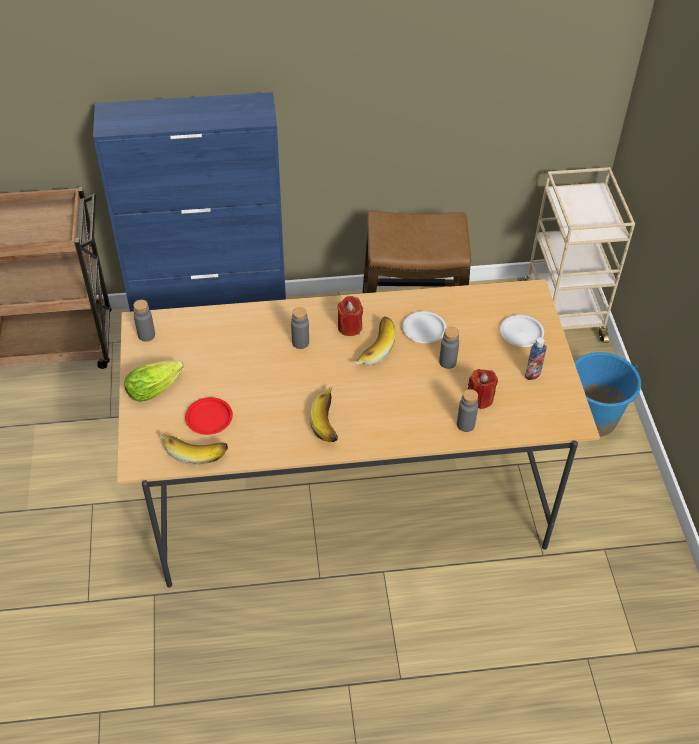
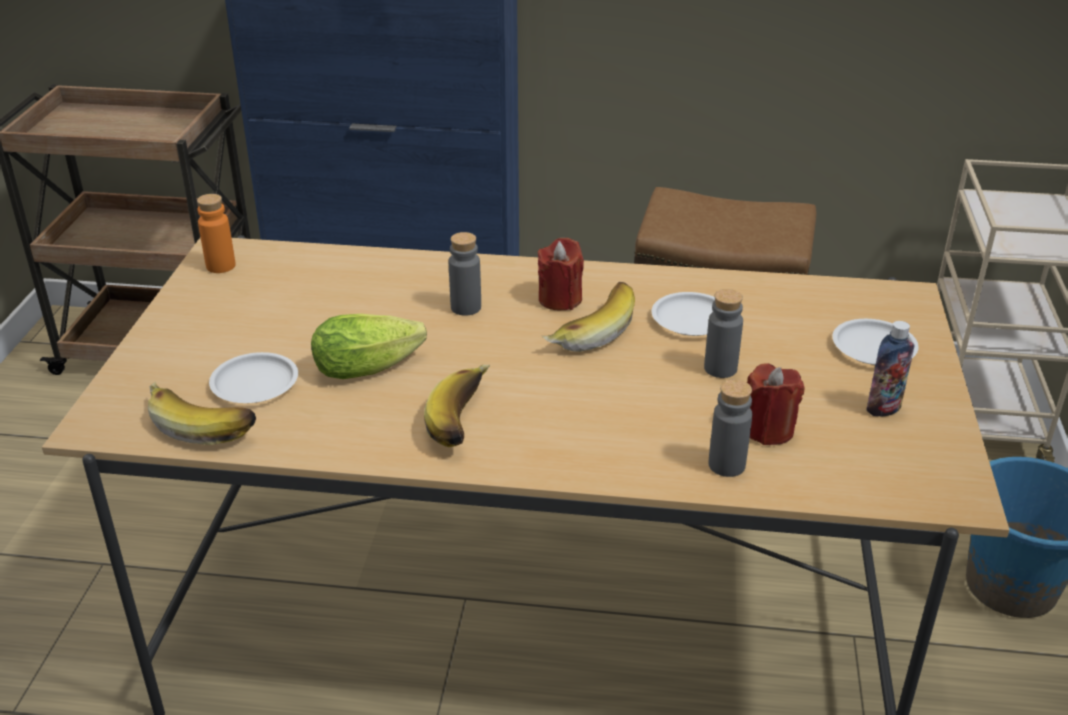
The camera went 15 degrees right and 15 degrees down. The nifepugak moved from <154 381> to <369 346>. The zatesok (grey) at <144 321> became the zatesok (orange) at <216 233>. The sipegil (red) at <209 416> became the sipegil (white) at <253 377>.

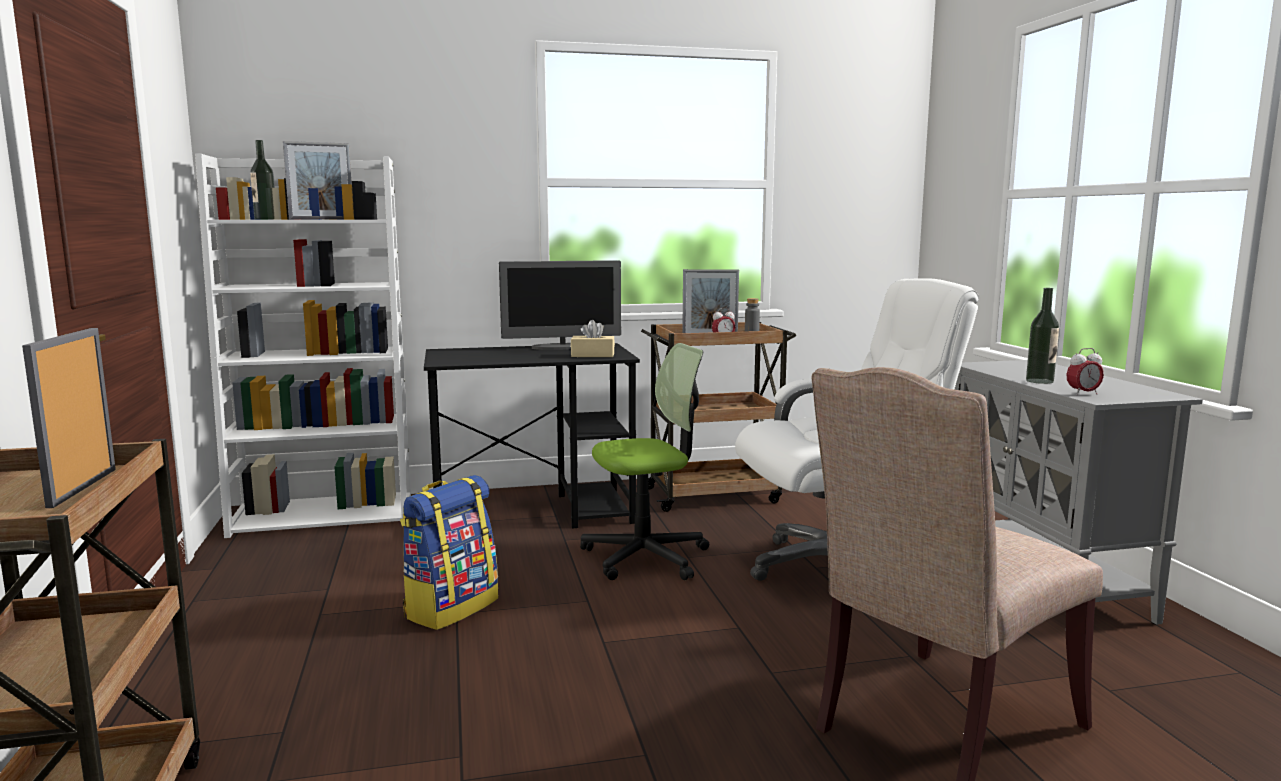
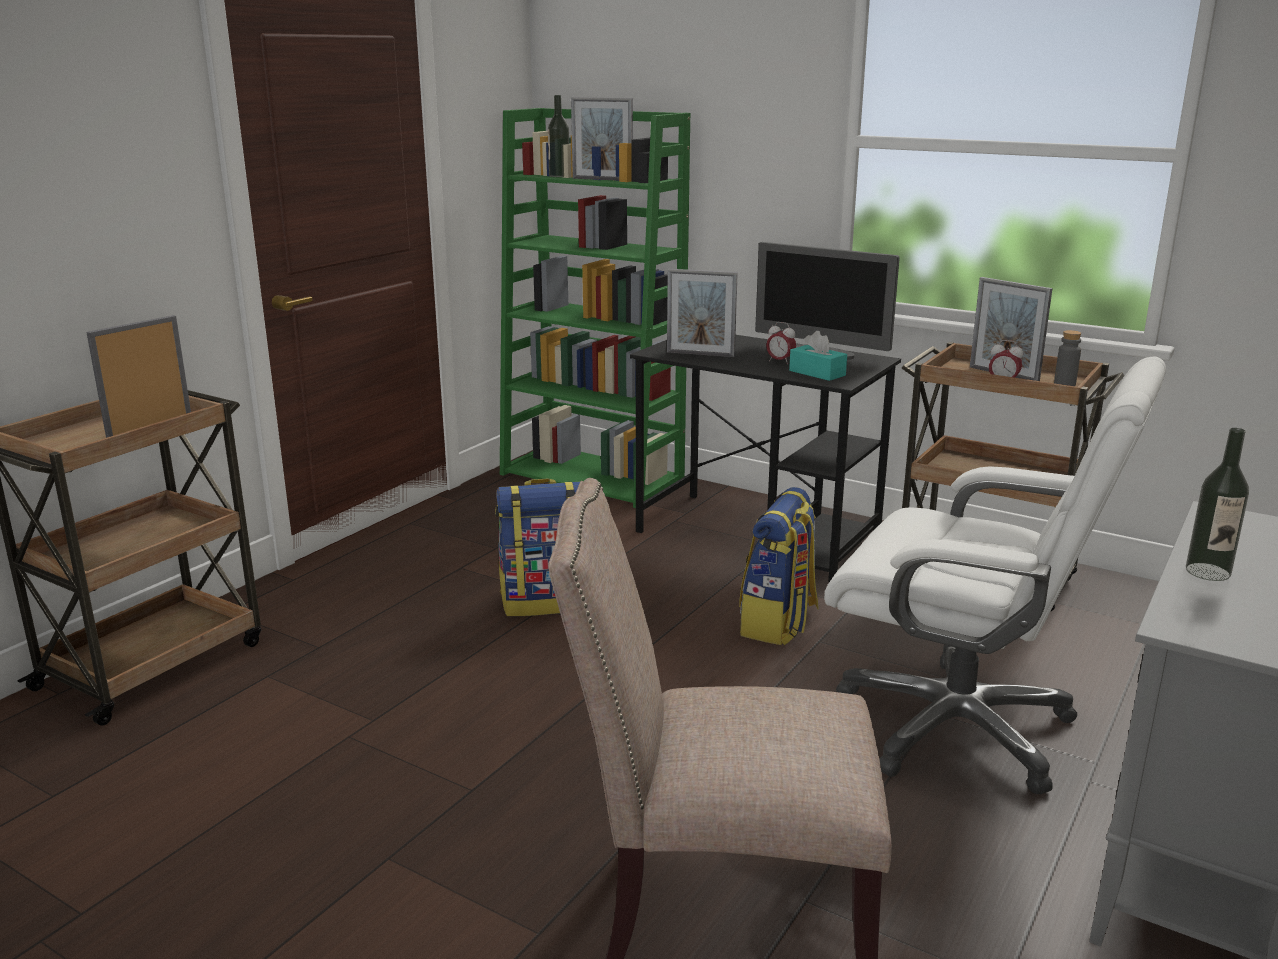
The camera went 45 degrees right and 10 degrees up. The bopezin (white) at <303 346> became the bopezin (green) at <595 308>. The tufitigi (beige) at <593 338> became the tufitigi (turquoise) at <818 356>. The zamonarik at <644 461> was replaced by the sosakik at <779 566>. The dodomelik moved from <1085 371> to <781 343>. The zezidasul at <702 313> appeared.

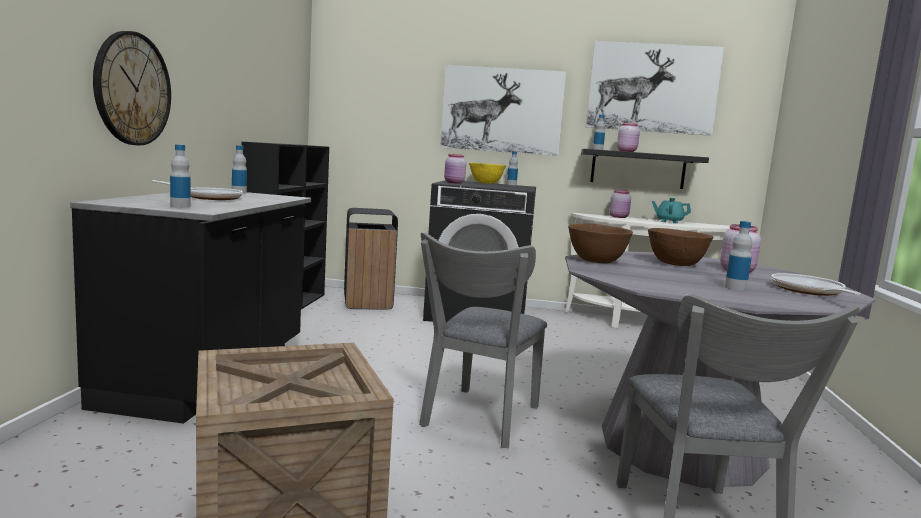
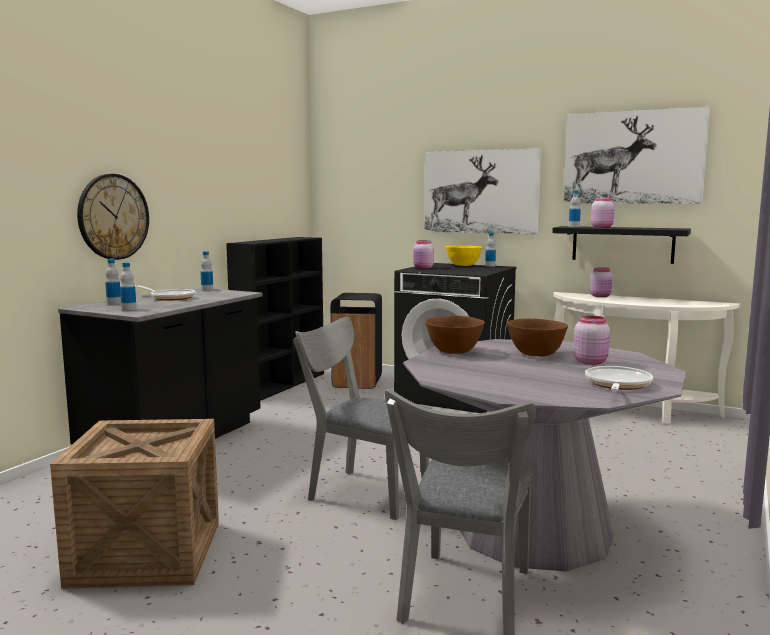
The camera went 20 degrees right and 0 degrees up. The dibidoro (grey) at <483 340> turned 75 degrees clockwise. The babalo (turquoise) at <671 211> disappeared. The zatesok moved from <739 256> to <113 281>.

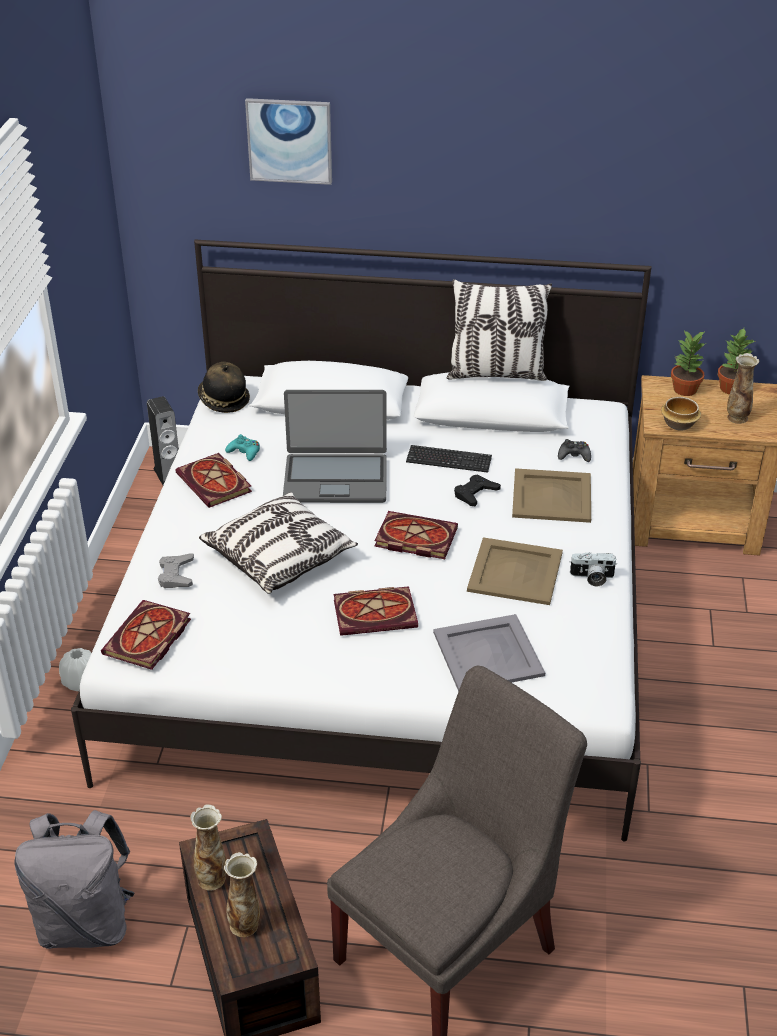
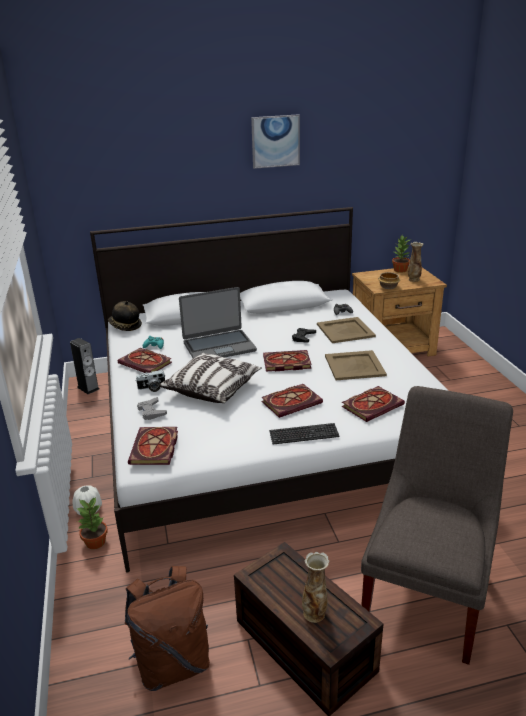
The camera went 20 degrees left and 10 degrees down. The sosakik (grey) at <74 879> became the sosakik (brown) at <167 628>. The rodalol at <208 848> disappeared. The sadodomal moved from <288 141> to <275 141>. The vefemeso moved from <449 459> to <304 434>. The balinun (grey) at <489 653> was replaced by the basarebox at <373 404>. The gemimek at <499 330> disappeared. The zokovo moved from <593 569> to <151 381>. The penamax moved from <688 363> to <91 523>.

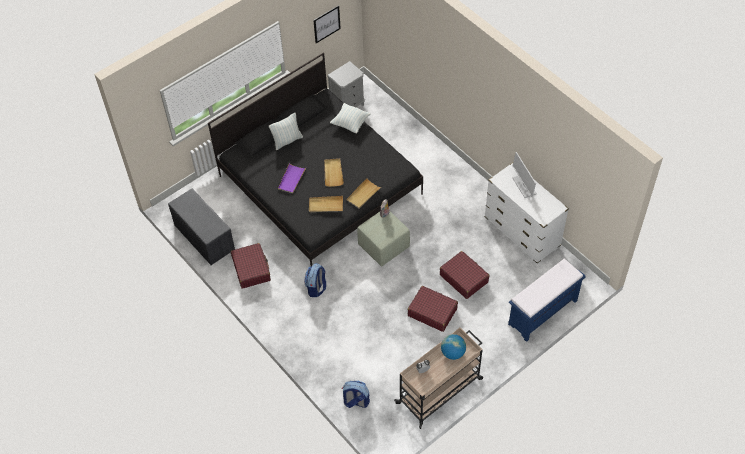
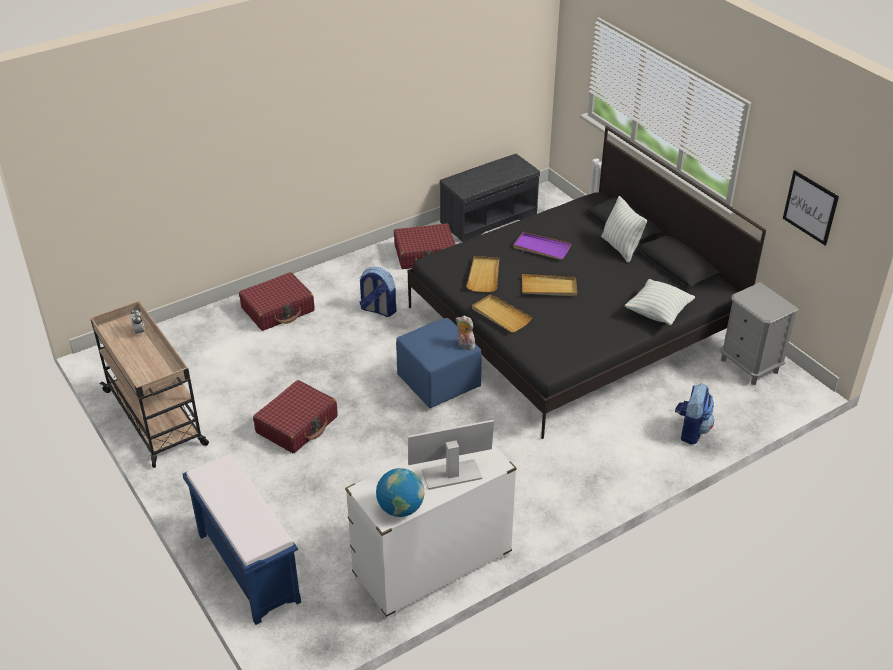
The camera went 95 degrees right and 15 degrees down. The sosakik moved from <356 394> to <694 414>. The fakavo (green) at <383 239> became the fakavo (blue) at <439 363>. The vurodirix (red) moved from <465 275> to <277 301>. The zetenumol moved from <453 347> to <400 492>.

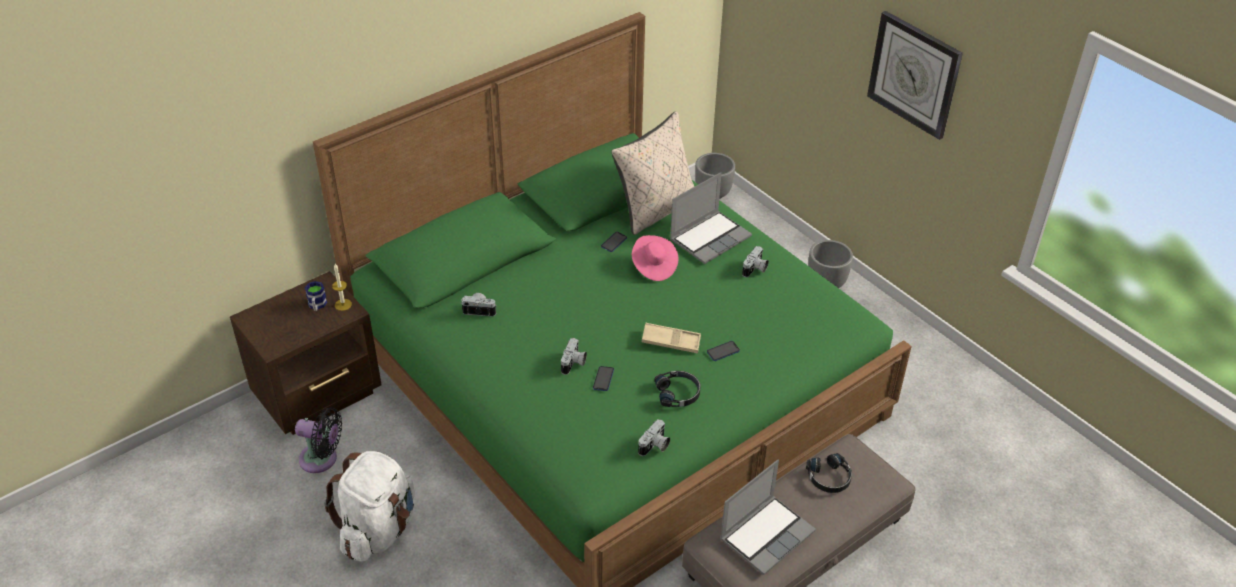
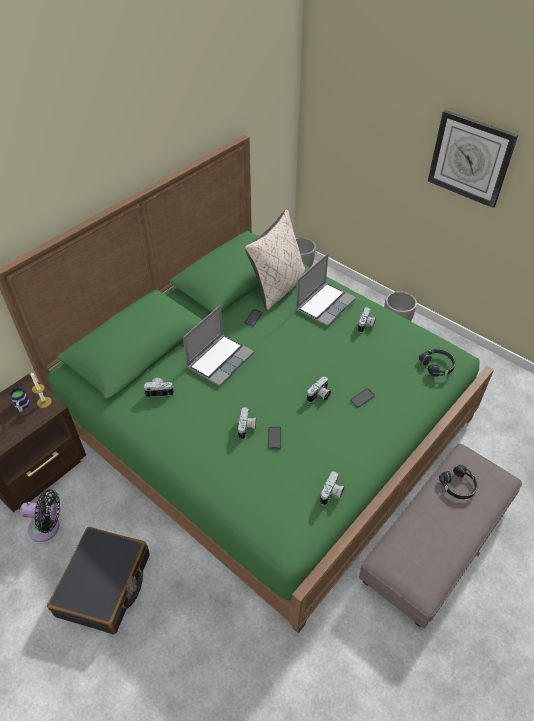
The camera went 10 degrees left and 5 degrees up. The sosakik (white) at <369 506> was replaced by the vurodirix (black) at <98 581>. The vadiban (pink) at <655 258> disappeared. The balinun (beige) at <671 338> was replaced by the zokovo at <319 389>. The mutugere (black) moved from <677 389> to <437 363>. The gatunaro moved from <768 517> to <218 346>.

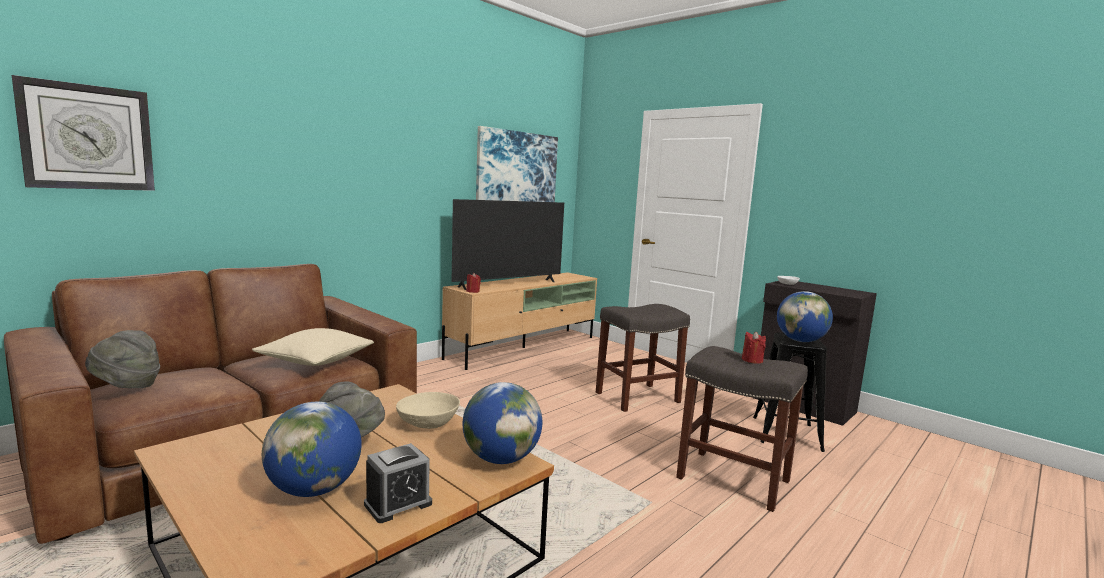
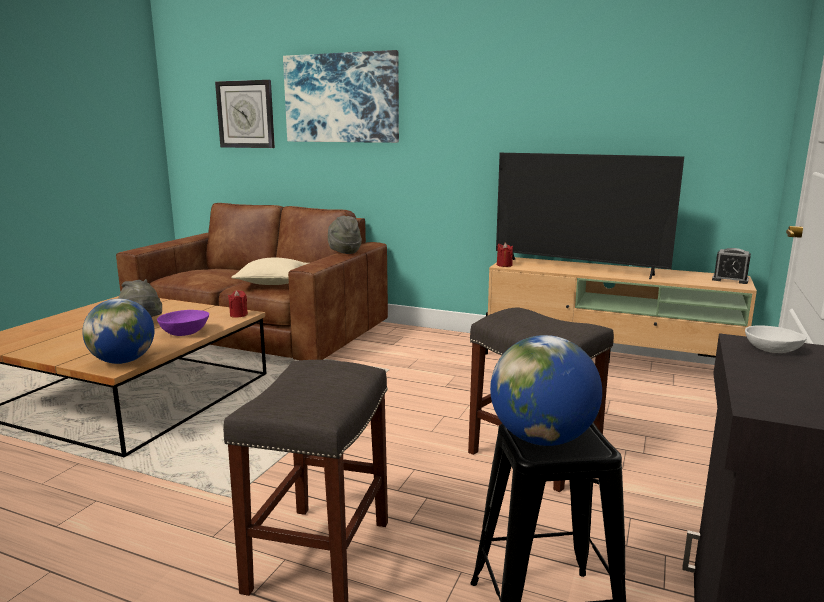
The camera went 70 degrees right and 5 degrees up. The vadiban (grey) moved from <122 359> to <345 234>. The zetenumol at <312 449> disappeared. The dodomelik moved from <398 483> to <731 266>. The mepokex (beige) at <428 410> became the mepokex (purple) at <183 323>. The sadodomal moved from <517 164> to <341 96>. The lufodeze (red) moved from <754 347> to <238 304>.

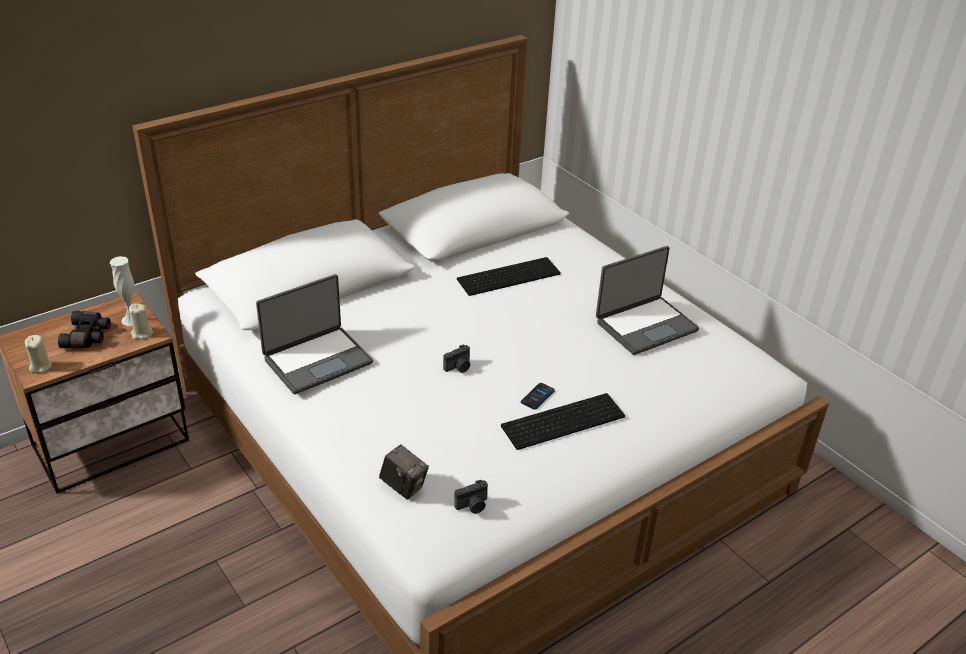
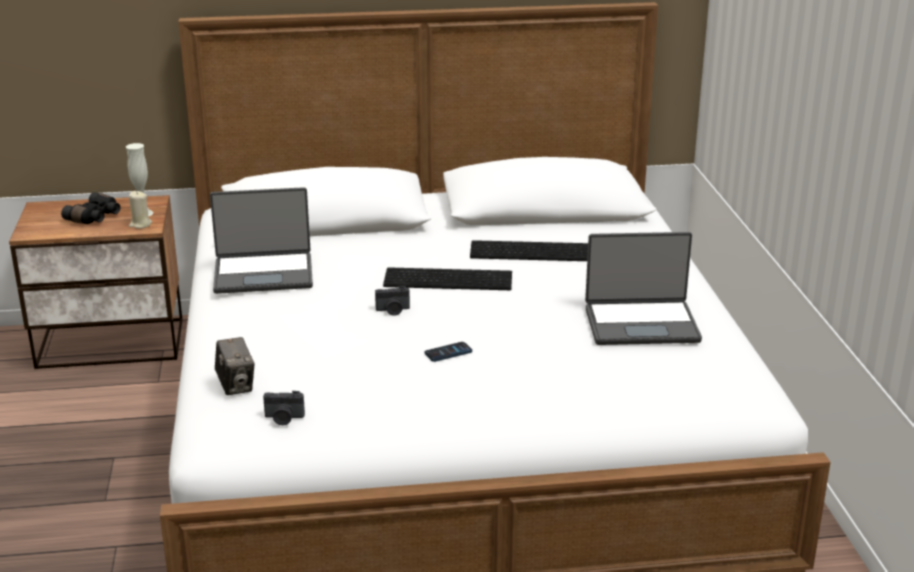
The camera went 30 degrees right and 10 degrees down. The lufodeze (beige) at <38 354> disappeared. The vefemeso moved from <563 421> to <447 279>.

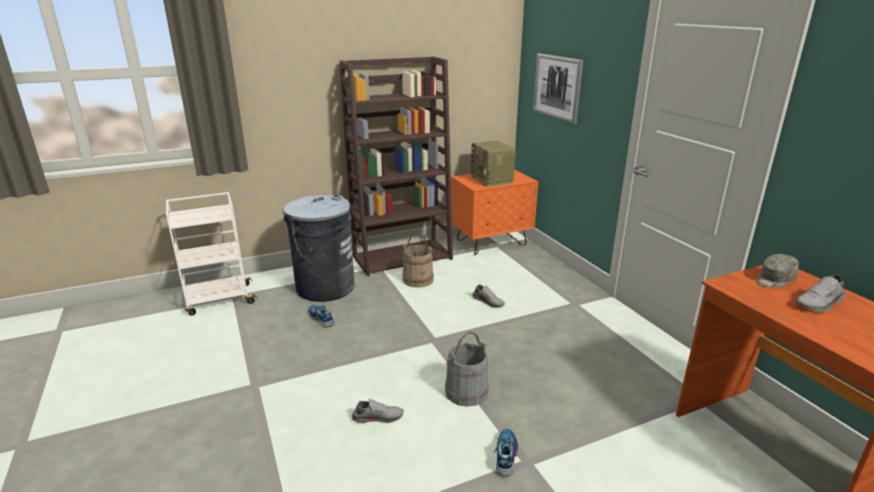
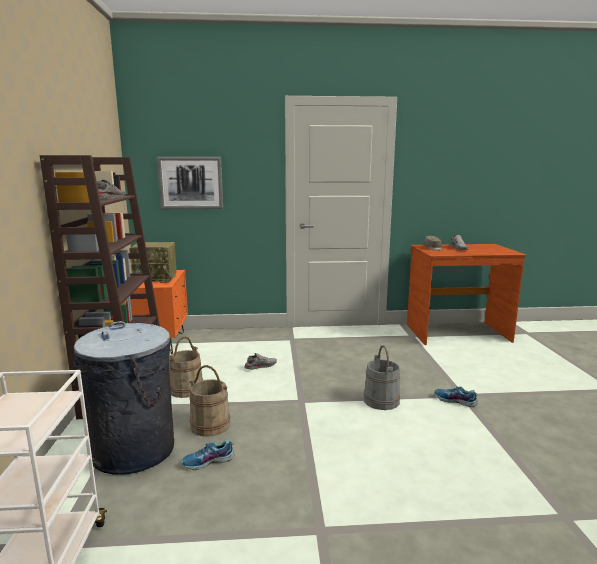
The camera went 70 degrees left and 10 degrees down. The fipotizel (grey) moved from <378 411> to <111 188>. The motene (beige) at <209 401> appeared.

